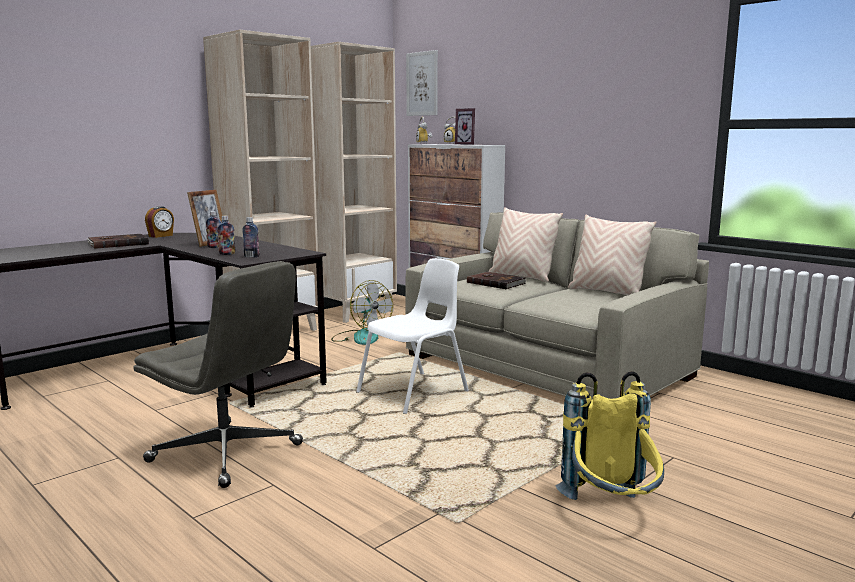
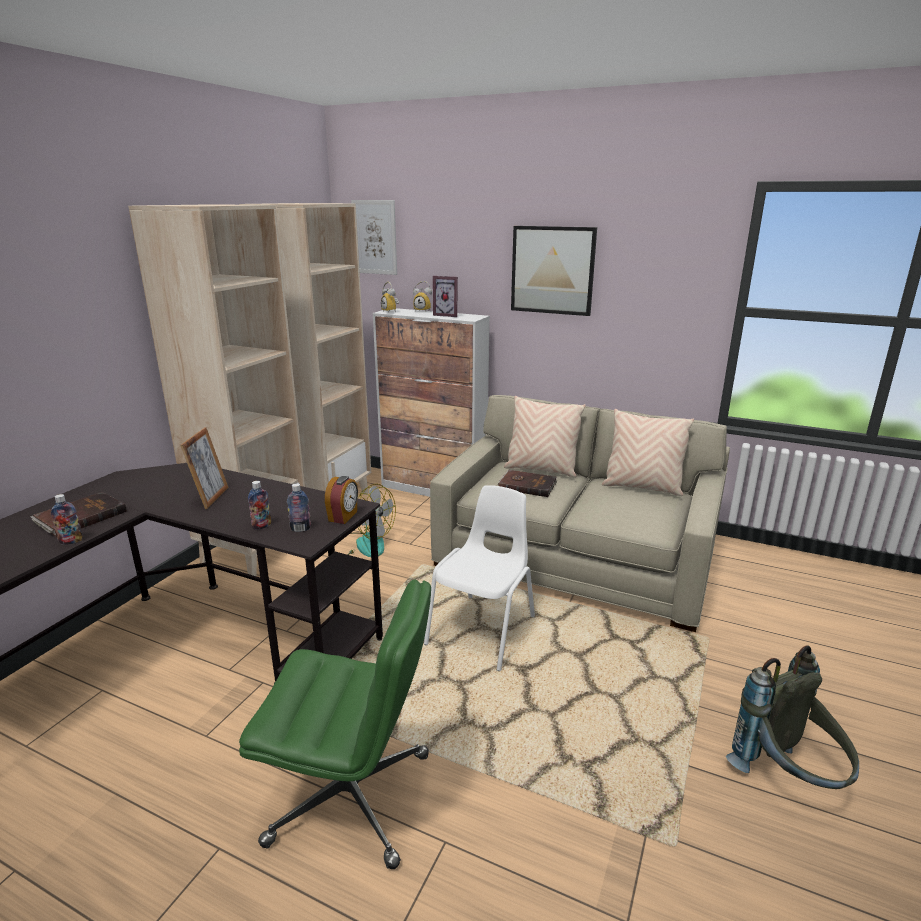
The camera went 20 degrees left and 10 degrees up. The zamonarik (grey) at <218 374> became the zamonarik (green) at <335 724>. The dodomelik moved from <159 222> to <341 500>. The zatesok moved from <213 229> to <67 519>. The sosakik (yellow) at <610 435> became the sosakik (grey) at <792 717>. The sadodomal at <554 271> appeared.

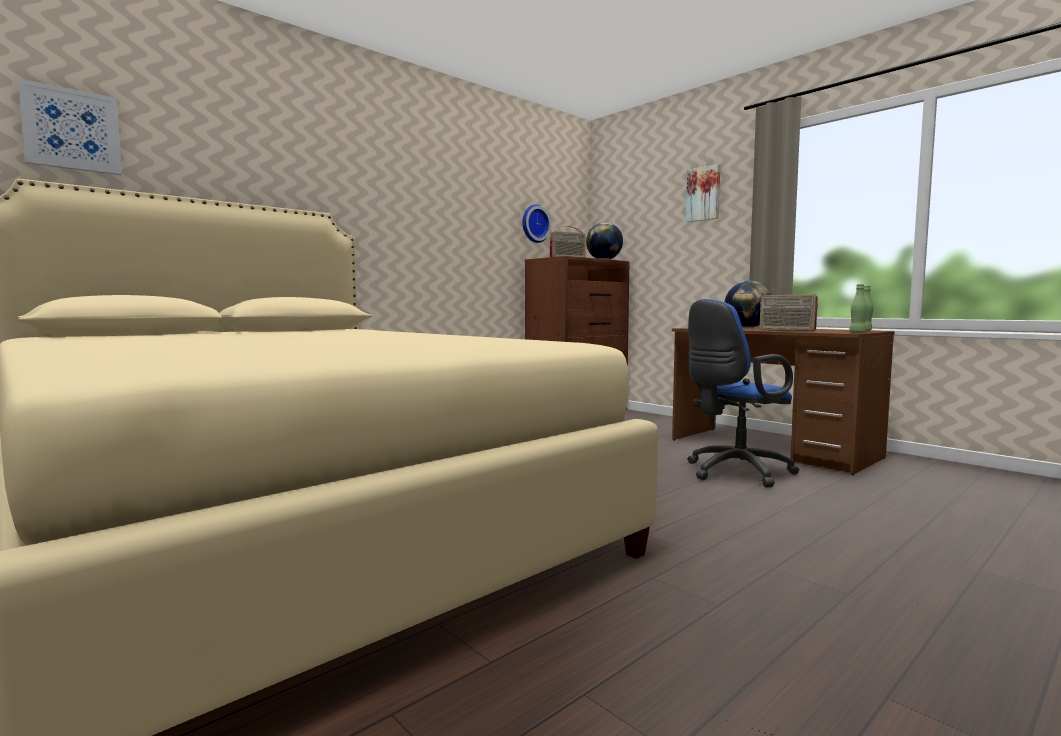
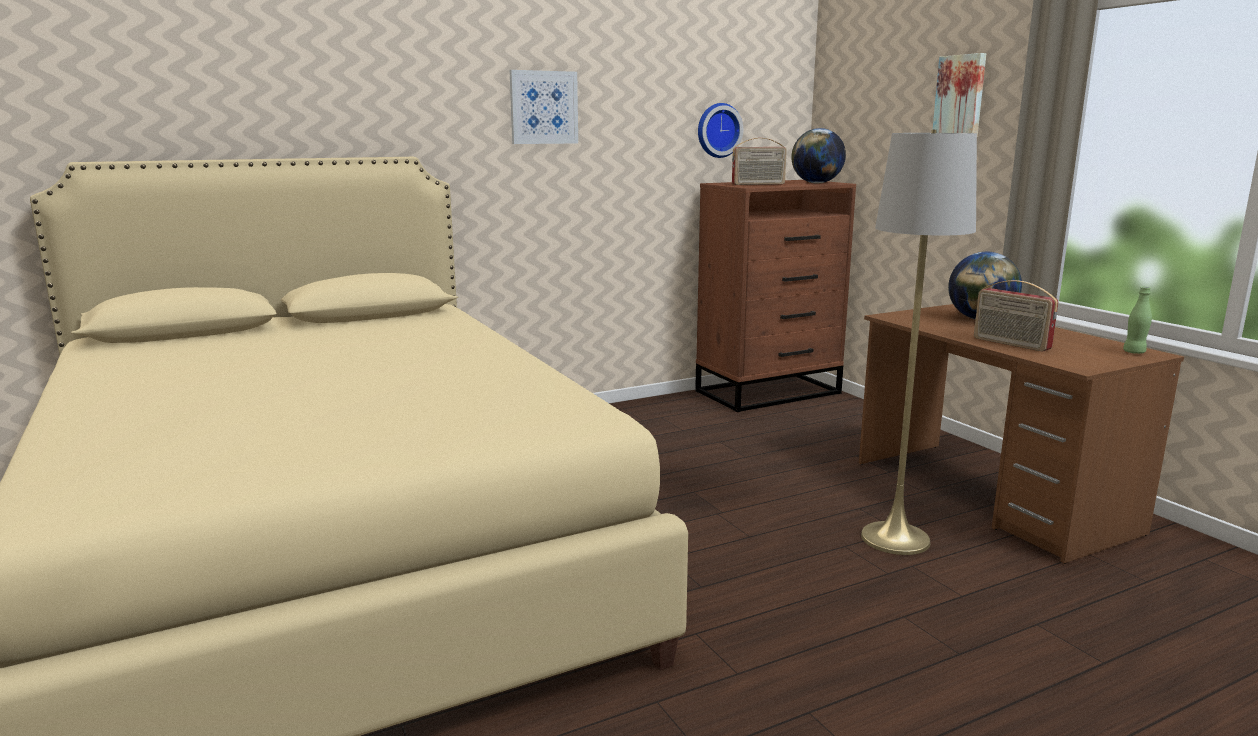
The camera went 15 degrees right and 10 degrees up. The sadodomal moved from <70 126> to <544 107>. The zamonarik (blue) at <743 393> was replaced by the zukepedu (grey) at <919 342>. The zatesok (green) at <858 308> disappeared.

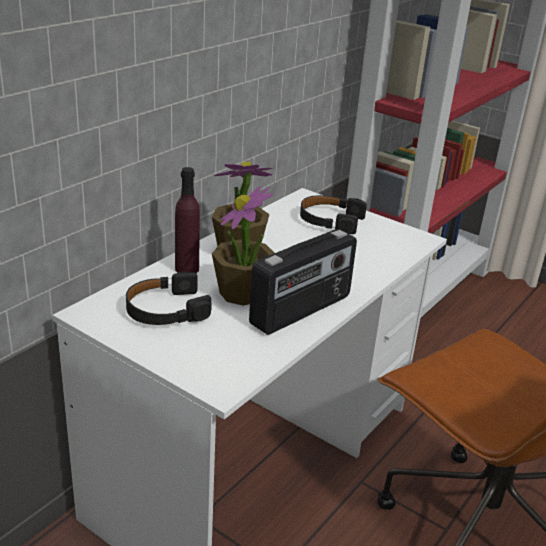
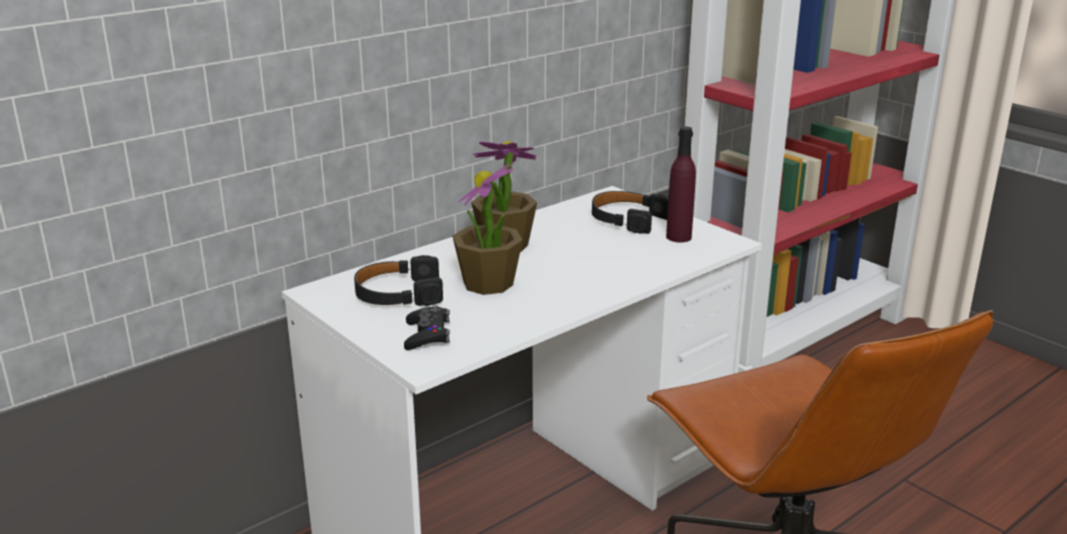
The camera went 15 degrees right and 5 degrees down. The zatesok (purple) moved from <187 220> to <681 184>. The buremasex at <303 282> disappeared. The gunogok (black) at <427 328> appeared.

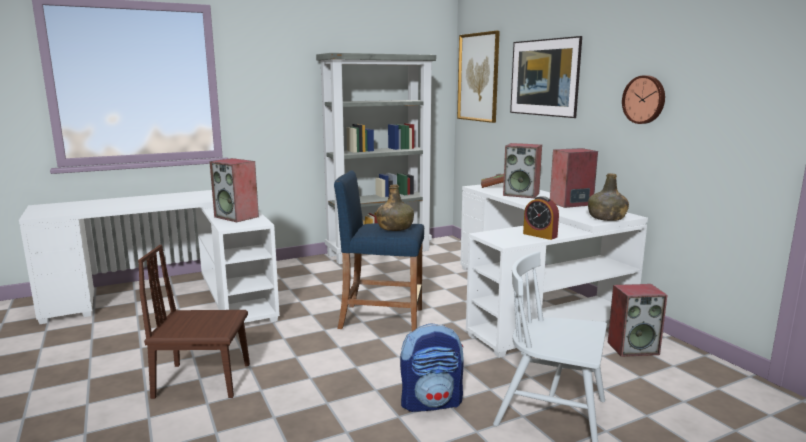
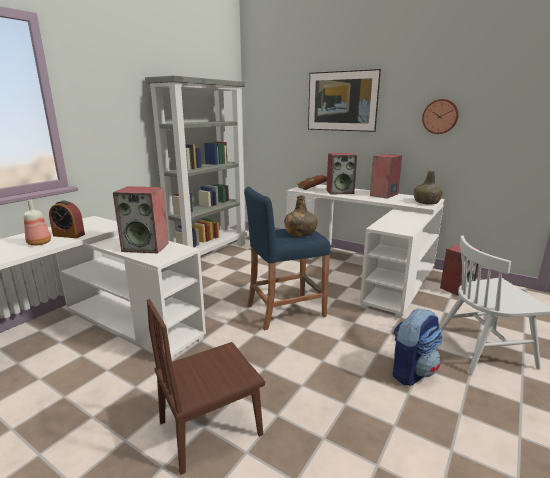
The camera went 30 degrees left and 5 degrees up. The sadodomal at <478 77> disappeared. The dodomelik moved from <541 218> to <67 219>. The zatesok at <37 222> appeared.

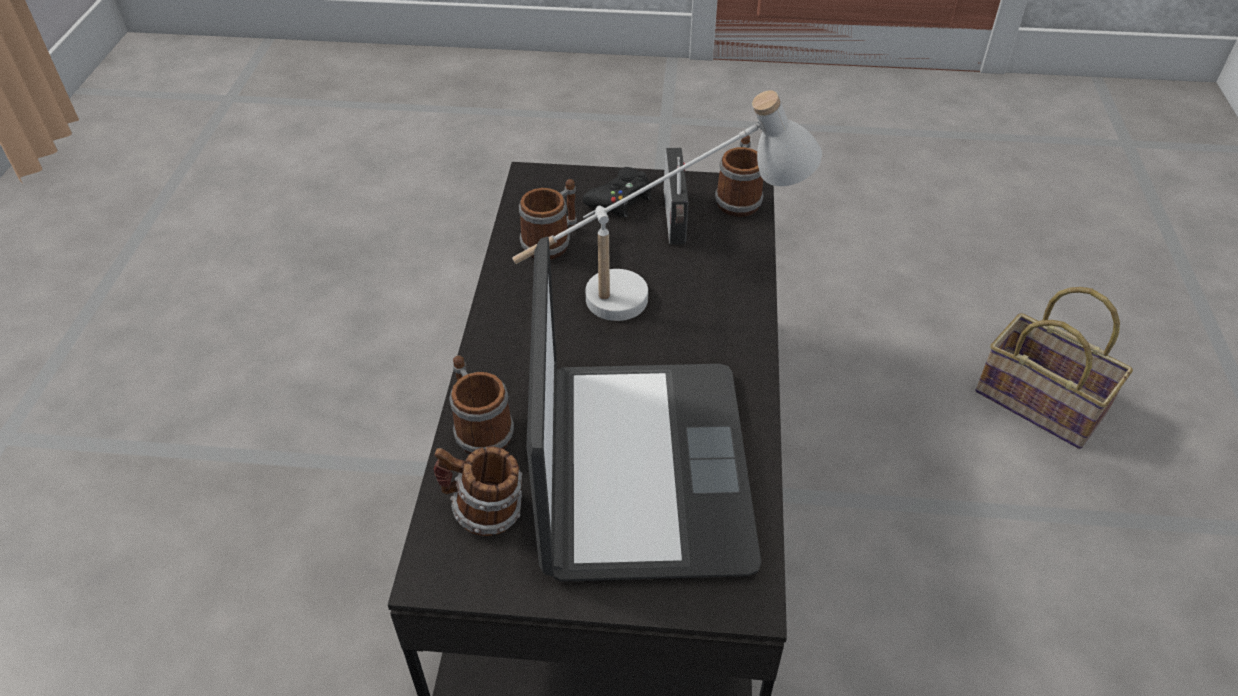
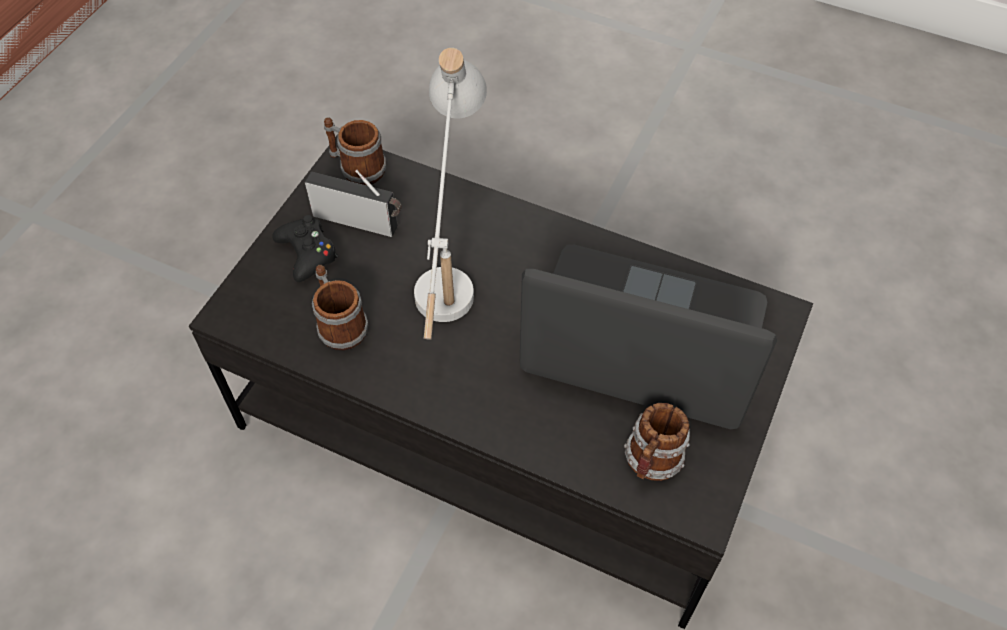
The camera went 70 degrees left and 10 degrees up. The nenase at <482 404> disappeared. The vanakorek at <1054 368> disappeared.

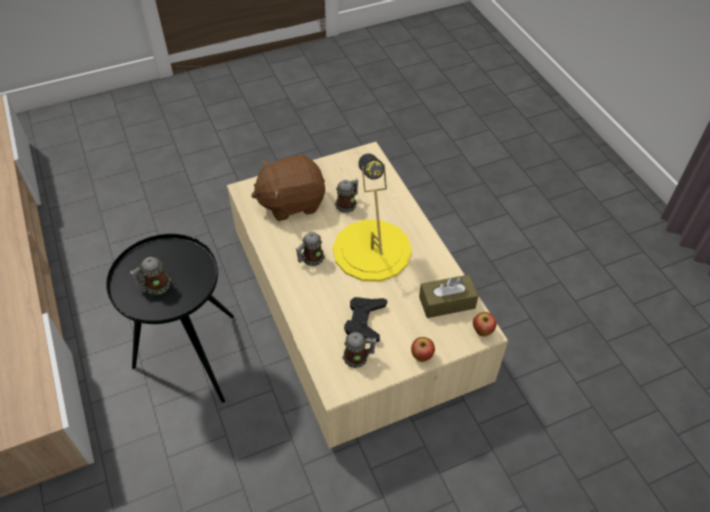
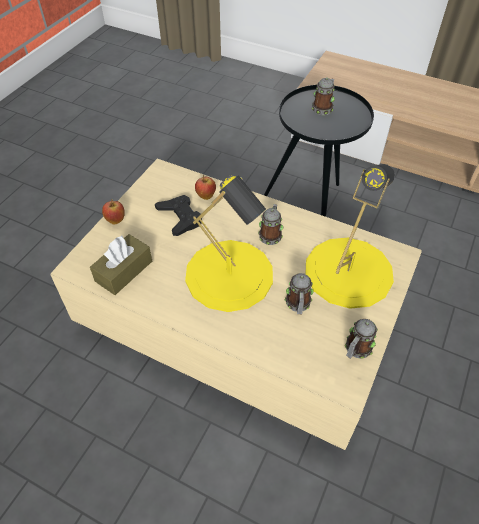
The camera went 140 degrees right and 0 degrees up. The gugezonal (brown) at <288 188> was replaced by the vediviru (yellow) at <350 236>. The nenase moved from <359 350> to <361 339>. The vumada moved from <485 324> to <205 187>.

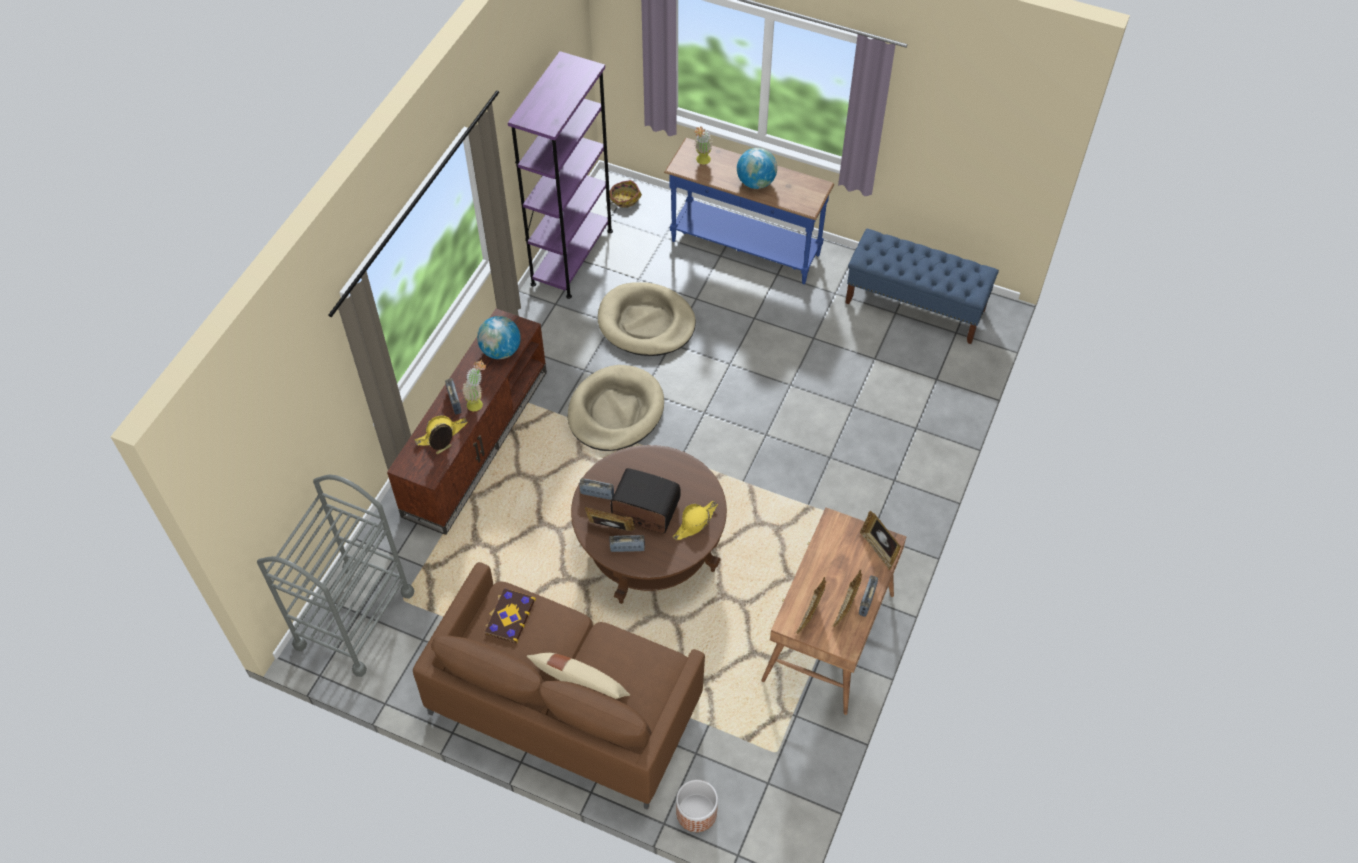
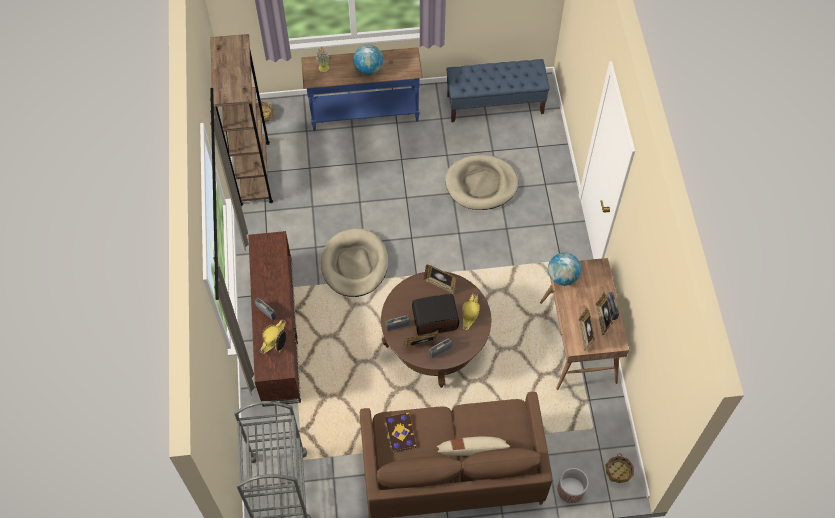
The camera went 30 degrees left and 5 degrees up. The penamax at <474 386> disappeared. The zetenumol moved from <499 337> to <564 269>. The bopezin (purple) at <560 175> became the bopezin (brown) at <241 120>. The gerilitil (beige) moved from <647 319> to <481 182>. The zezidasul moved from <880 540> to <440 279>. The vanakorek at <620 468> appeared.

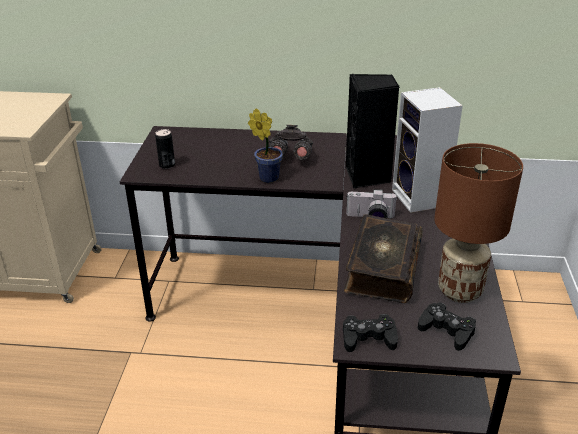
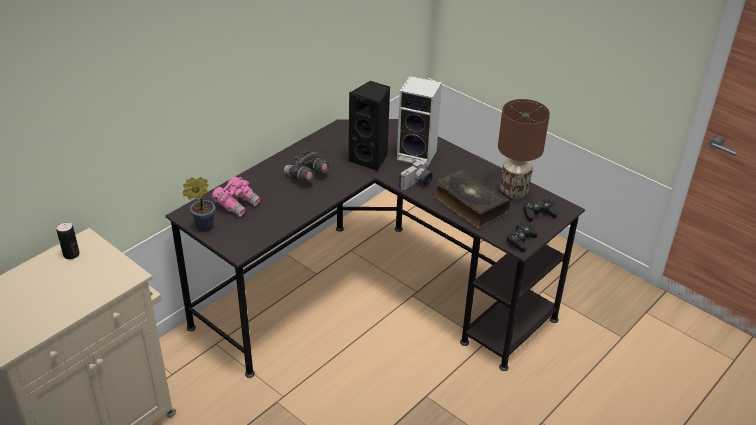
The camera went 55 degrees left and 5 degrees up. The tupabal moved from <165 149> to <68 240>. The penamax moved from <265 145> to <198 204>. The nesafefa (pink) at <236 197> appeared.

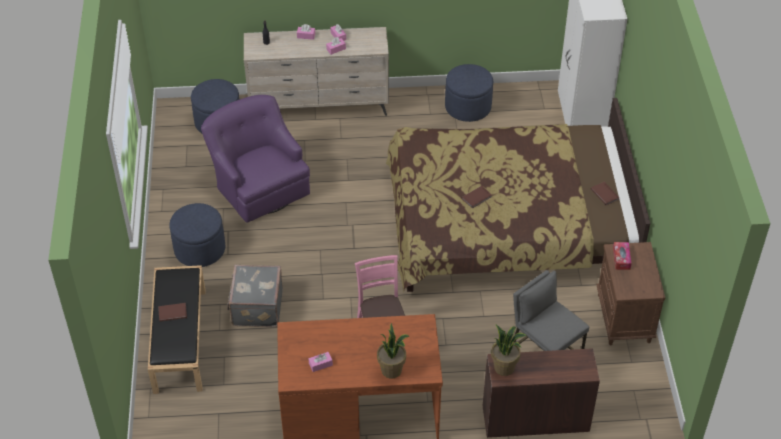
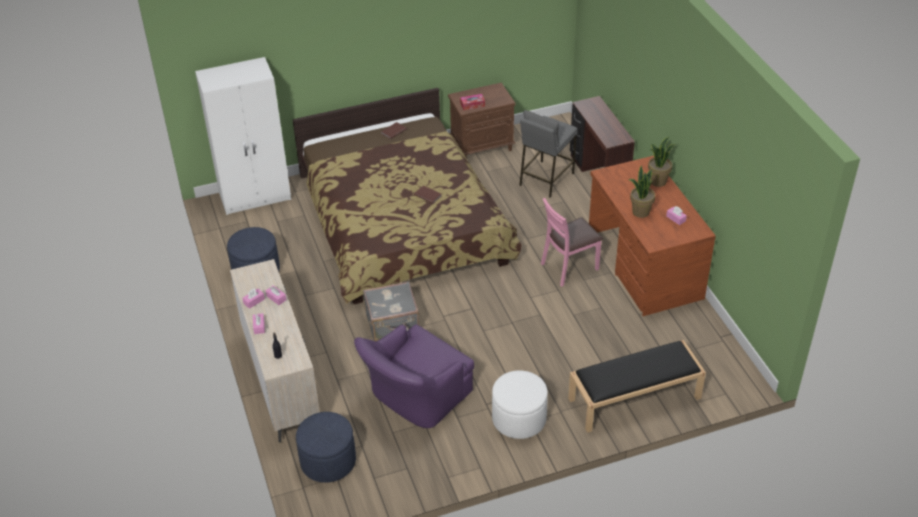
The camera went 105 degrees left and 5 degrees down. The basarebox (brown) at <172 312> disappeared. The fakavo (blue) at <197 235> became the fakavo (white) at <520 404>. The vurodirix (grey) moved from <255 296> to <391 311>. The penamax moved from <509 350> to <642 191>.

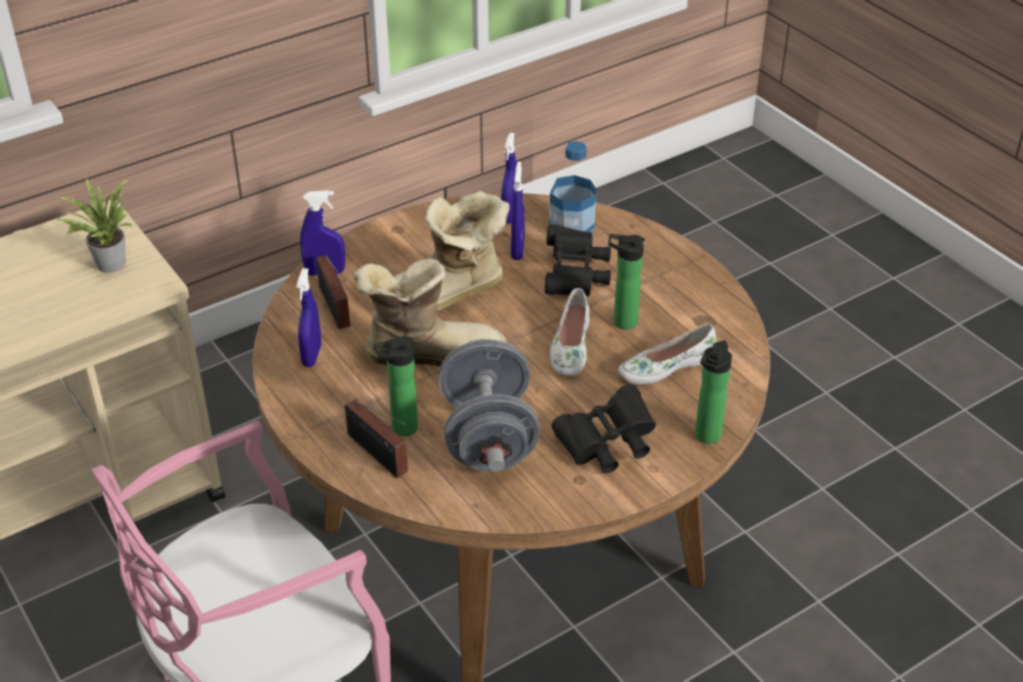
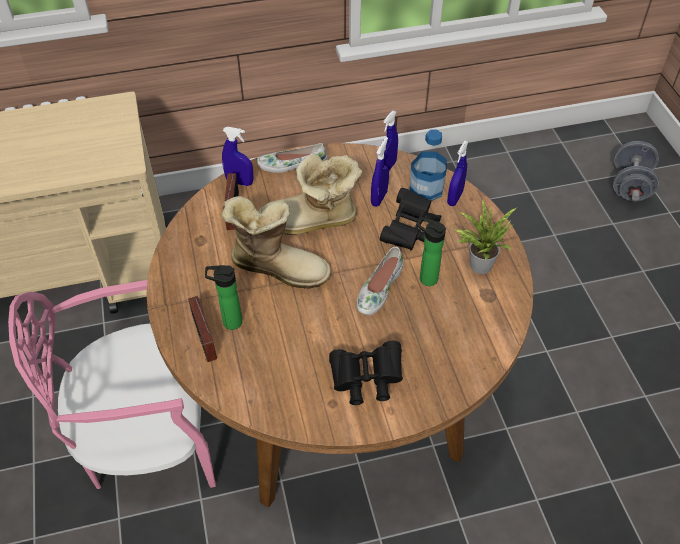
The camera went 20 degrees right and 10 degrees up. The penamax moved from <94 225> to <485 237>. The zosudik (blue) moved from <308 317> to <457 173>. The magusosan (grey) moved from <489 405> to <636 171>. The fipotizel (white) moved from <667 353> to <292 158>. The zatesok at <713 392> disappeared.

